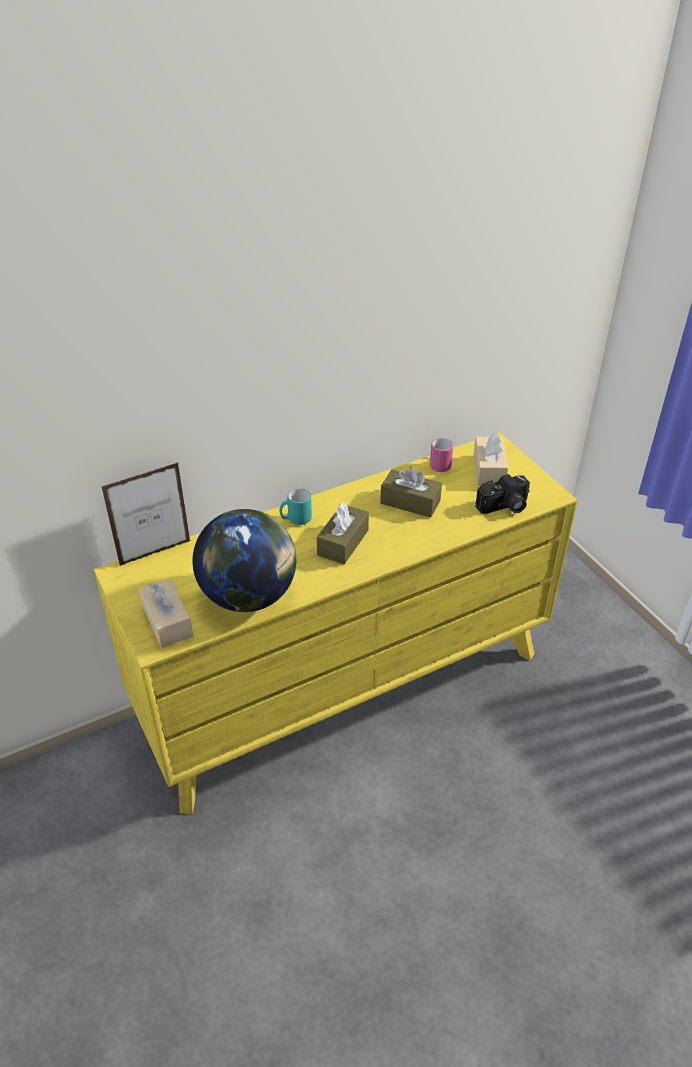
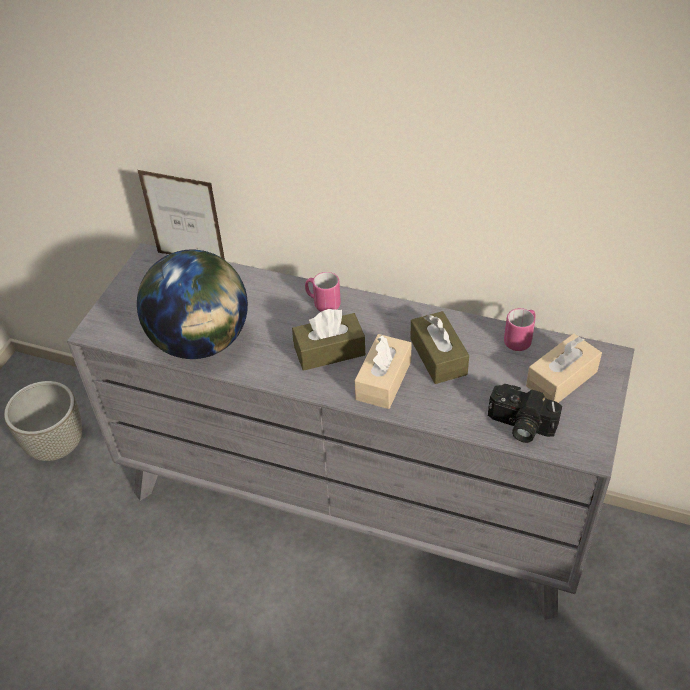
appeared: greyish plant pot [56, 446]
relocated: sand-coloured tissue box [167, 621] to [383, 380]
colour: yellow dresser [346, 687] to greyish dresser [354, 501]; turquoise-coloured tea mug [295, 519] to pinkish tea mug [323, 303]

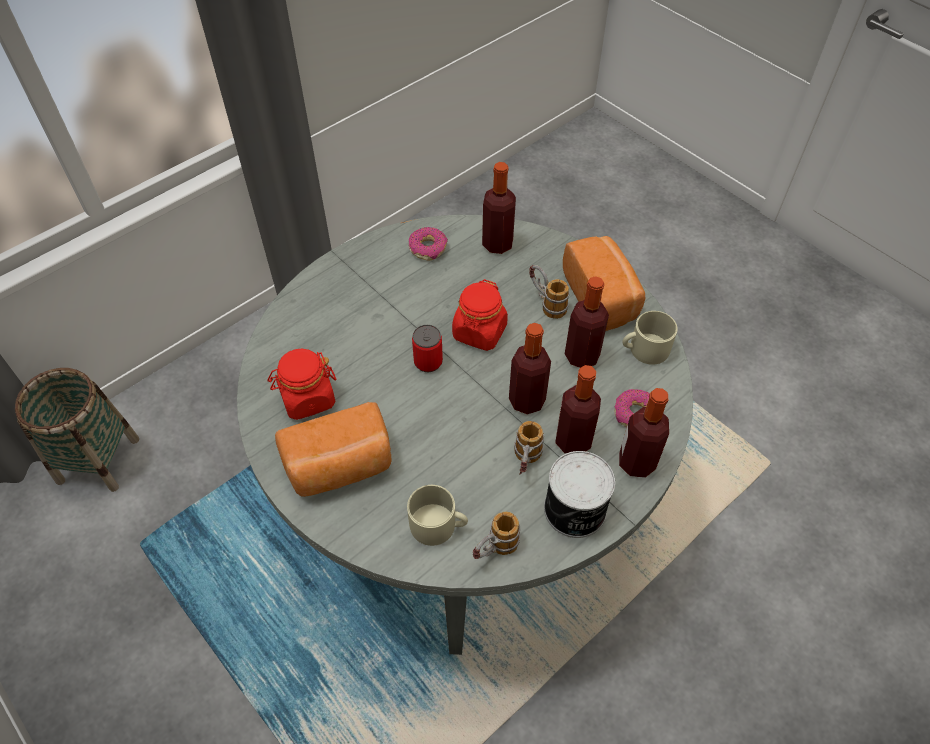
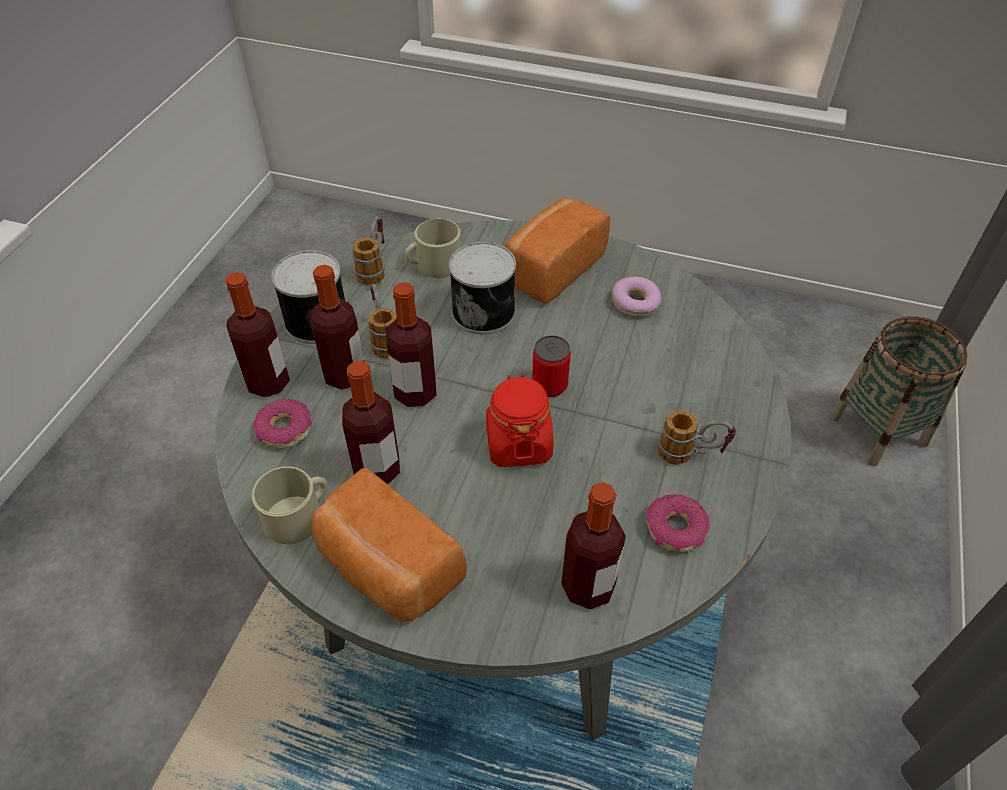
appeared: can [484, 311]
relocated: tea mug [546, 303] to [691, 455]
exchanged: reddish jar [307, 398] to doughnut [635, 303]

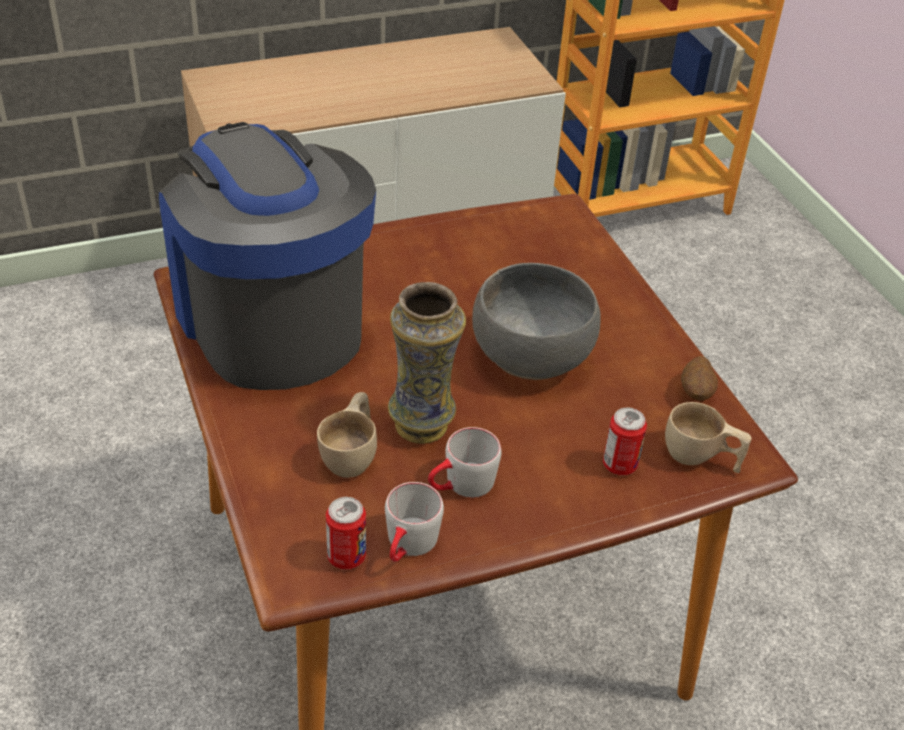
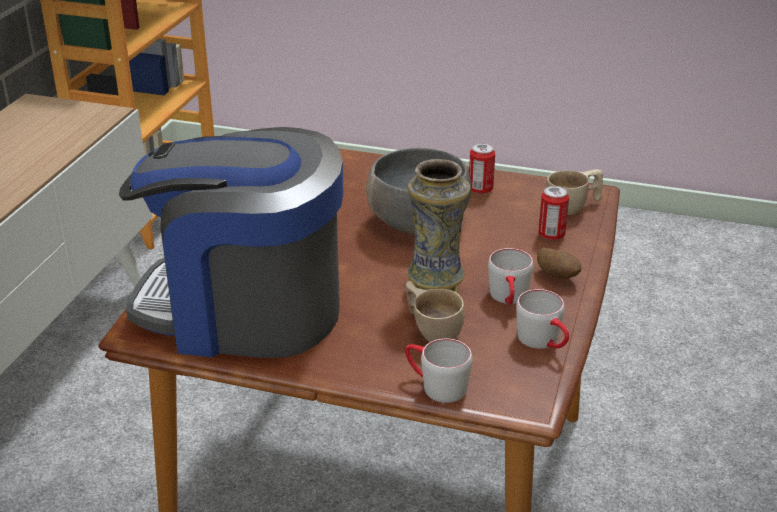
appeared: greyish tea mug [435, 385]
relocated: whole potato [696, 393] to [557, 276]; can [346, 557] to [480, 190]

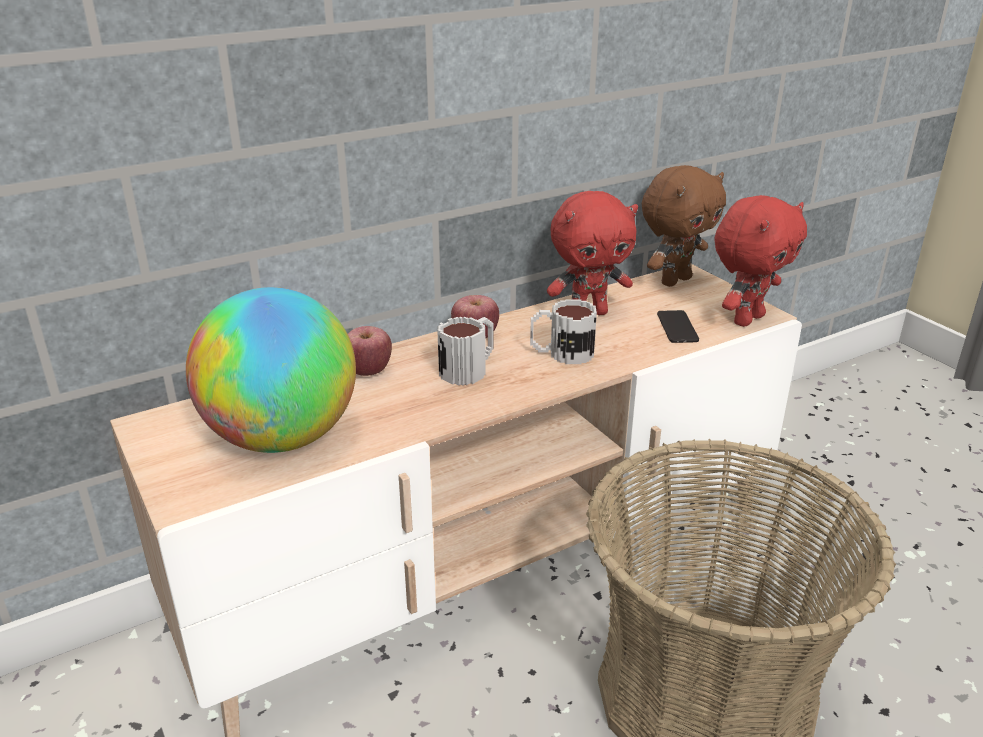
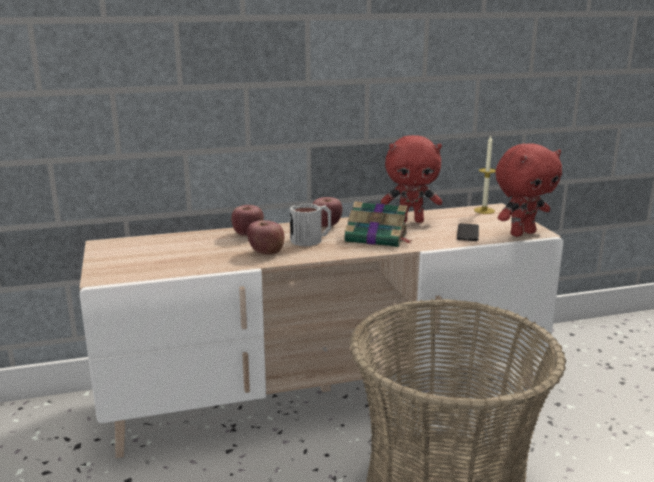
missing: globe [281, 437]
appeared: apple fruit [266, 252]
exchanged: brown-coloured soft toy [674, 280] to candle [484, 210]; tea mug [561, 353] to volume [377, 238]

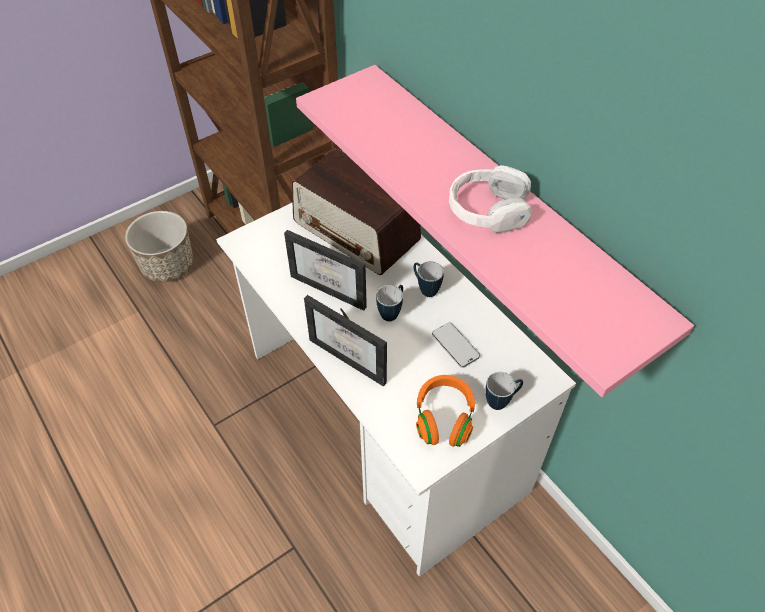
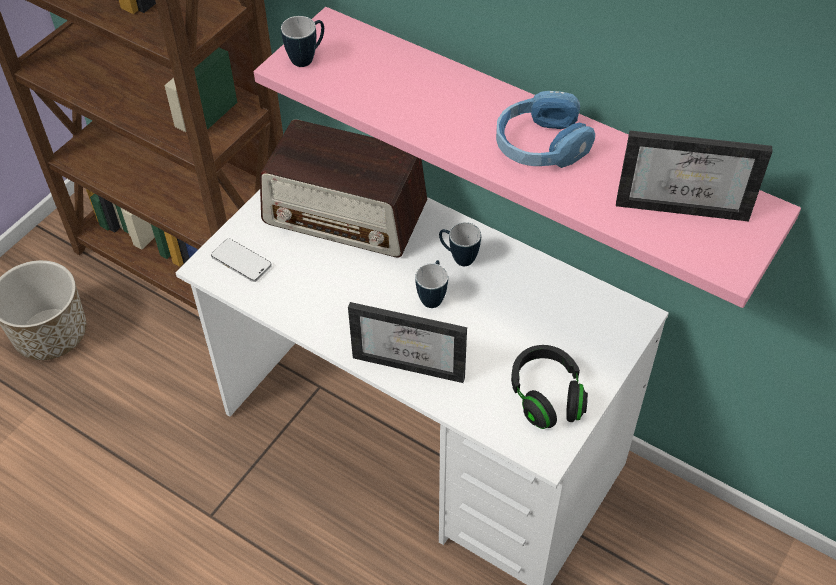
relocated: standing frame [334, 286] to [684, 201]; handset [455, 346] to [241, 261]; tea mug [501, 401] to [307, 58]
colour: whitish headset [488, 210] to blue-coloured headset [541, 145]; orangey headset [444, 418] to black-coloured headset [547, 396]

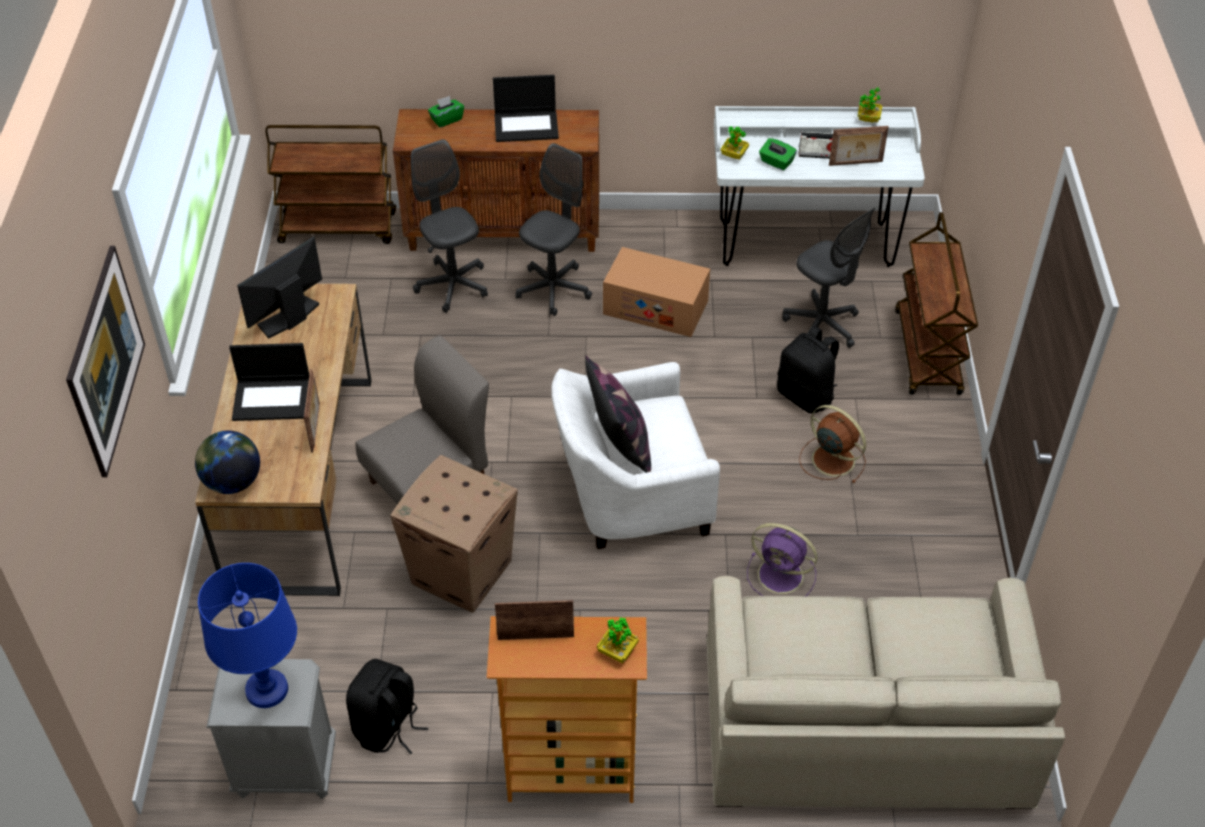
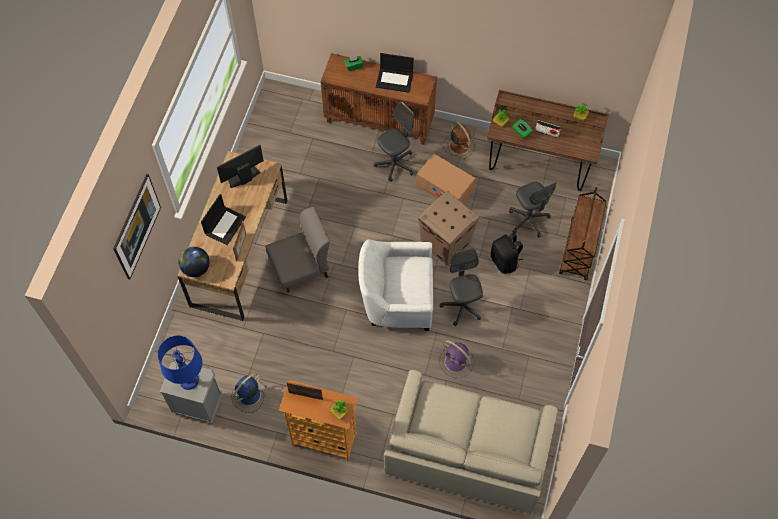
missing: brown-coloured cart [339, 227]; standing frame [856, 164]; pillow [621, 444]
relocated: greyish desk chair [452, 285] to [462, 306]; brown-coloured electric fan [831, 459] to [458, 145]; packing box [462, 572] to [446, 243]
exchanged: black-coloured backpack [388, 728] to blue-coloured electric fan [248, 395]
colour: whitish desk table [805, 244] to brown-coloured desk table [538, 165]
spun: notebook computer [273, 399] = [225, 225] 75 degrees counterclockwise

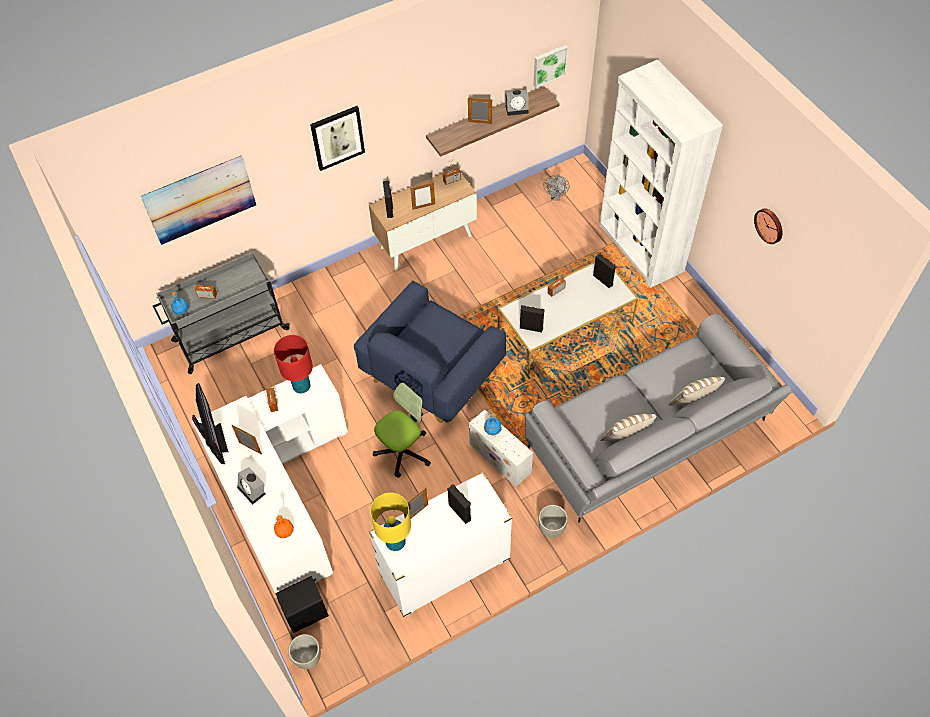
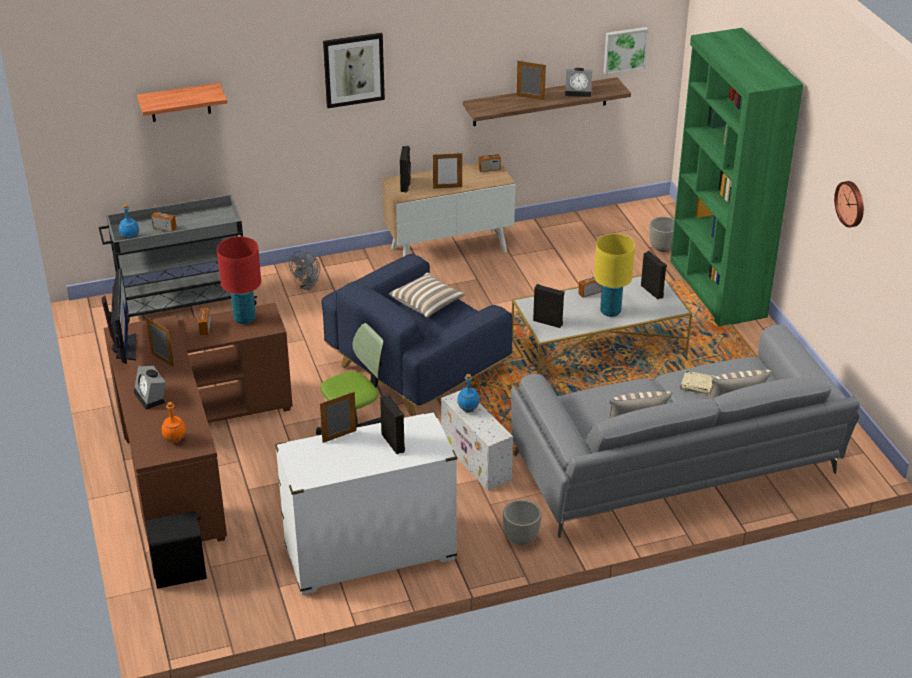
appeared: pillow [427, 303]; sand-coloured volume [700, 386]
relocated: greyish electric fan [555, 197] to [308, 286]; yellow lamp for a table [395, 542] to [610, 312]; greyish plant pot [308, 657] to [662, 247]
exchanged: picture [200, 199] to shelf [180, 102]
colour: whitish bookshelf [640, 248] to green bookshelf [716, 289]; whitish desk table [280, 494] to brown-coloured desk table [189, 454]

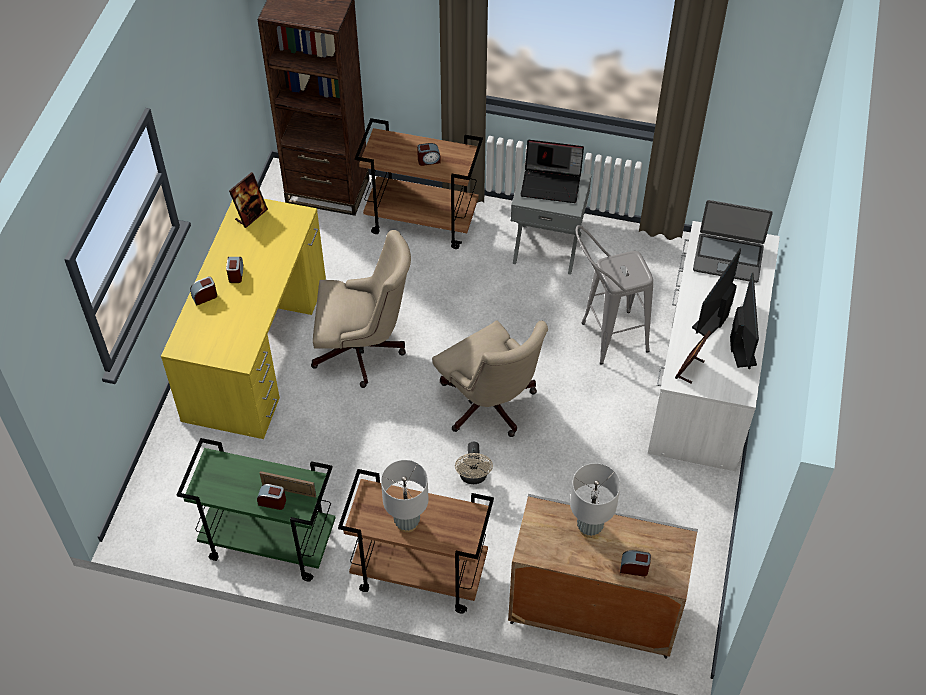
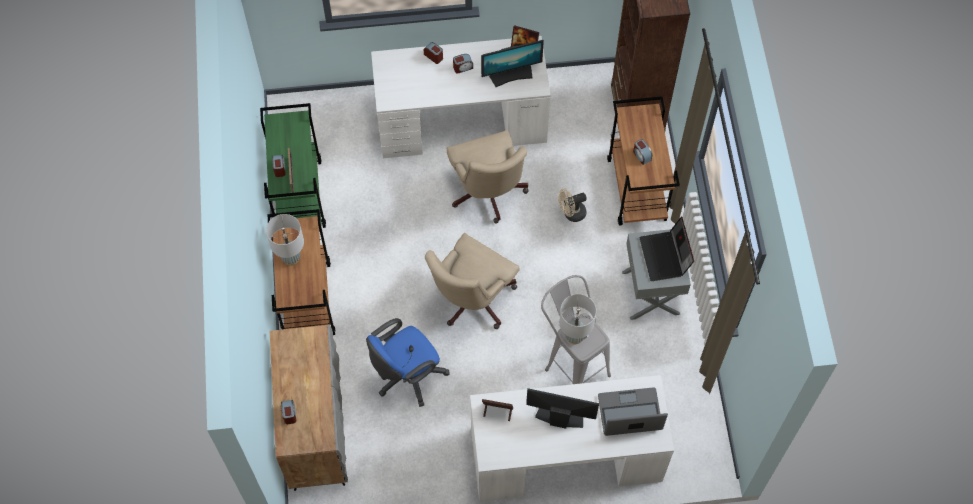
appeared: blue-coloured desk chair [407, 376]
relocated: computer display [742, 345] to [511, 75]; sand-coloured electric fan [473, 477] to [571, 214]; greyish lamp for a table [589, 528] to [574, 336]
colour: yellow desk table [257, 347] to whitish desk table [462, 122]
spun: notebook computer [728, 257] = [630, 413] 90 degrees clockwise

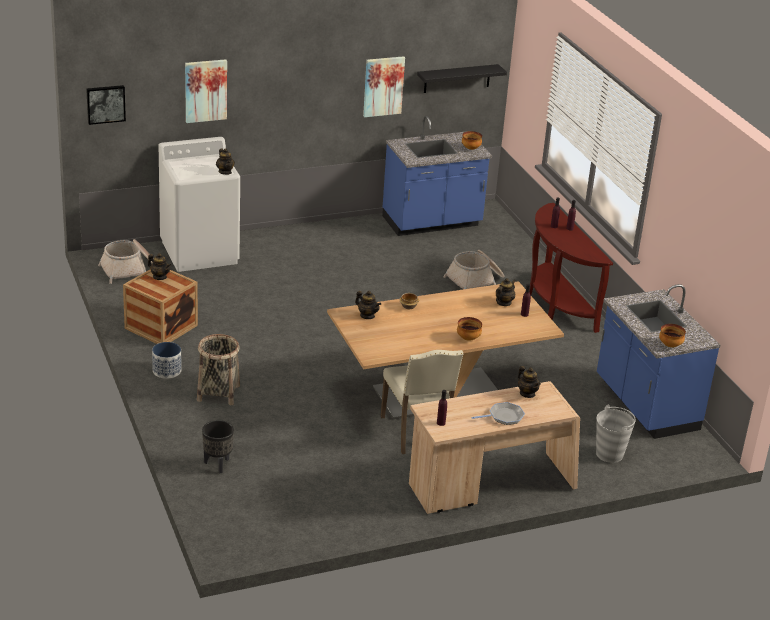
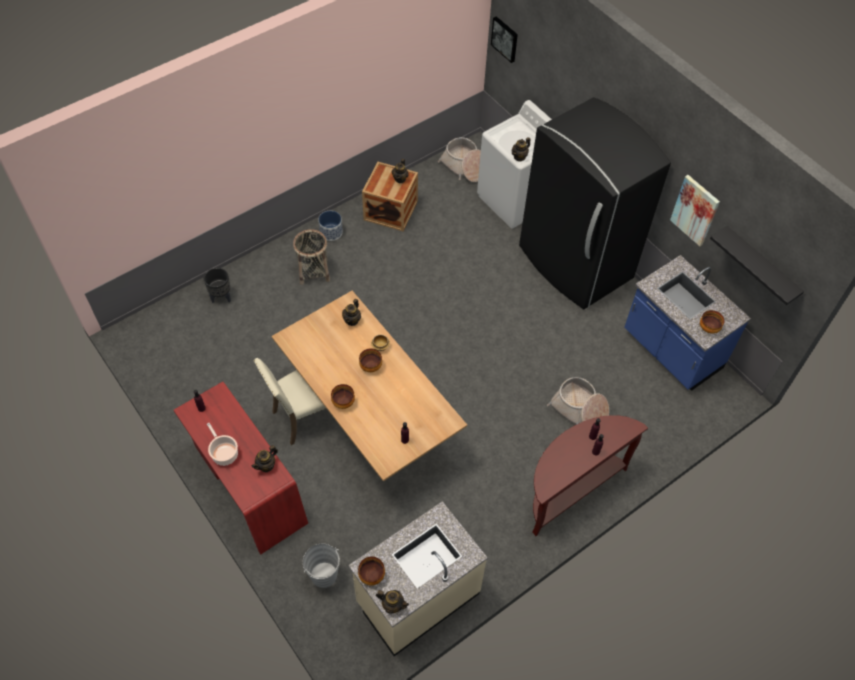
missing: picture [205, 90]
appeared: black-coloured kitchen fridge [574, 263]; bowl [371, 366]
relocated: pot for tea [503, 303] to [392, 605]
exchanged: pan [504, 417] to saucepot [224, 453]
colour: blue-coloured counter [645, 405] to sand-coloured counter [417, 597]; sand-coloured desk table [490, 486] to reddish desk table [247, 485]

